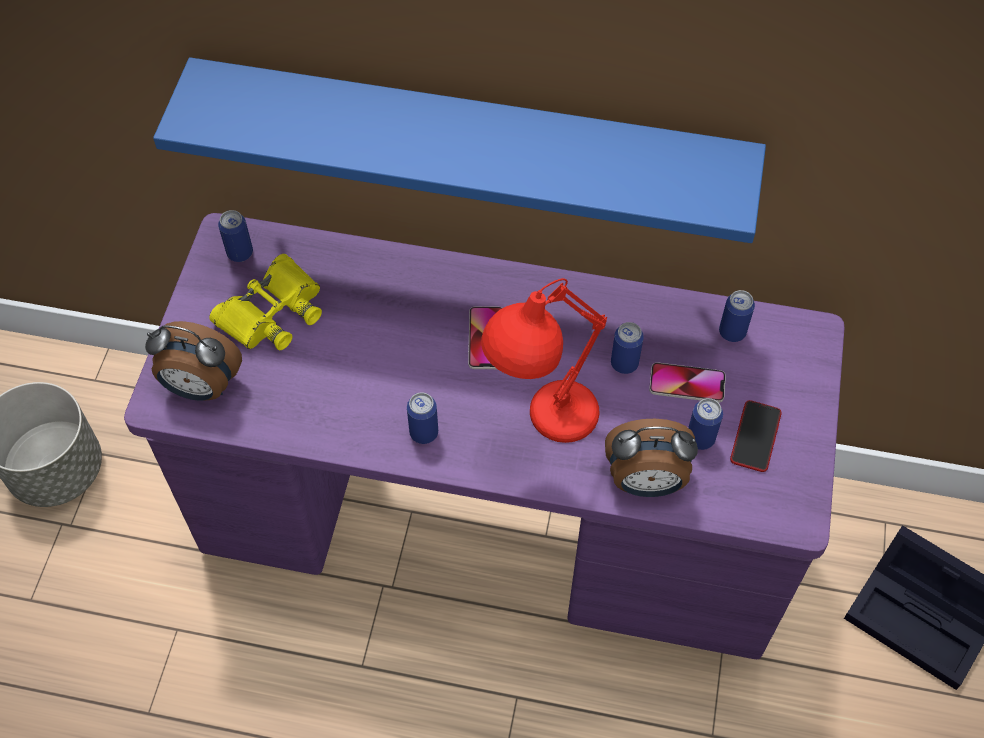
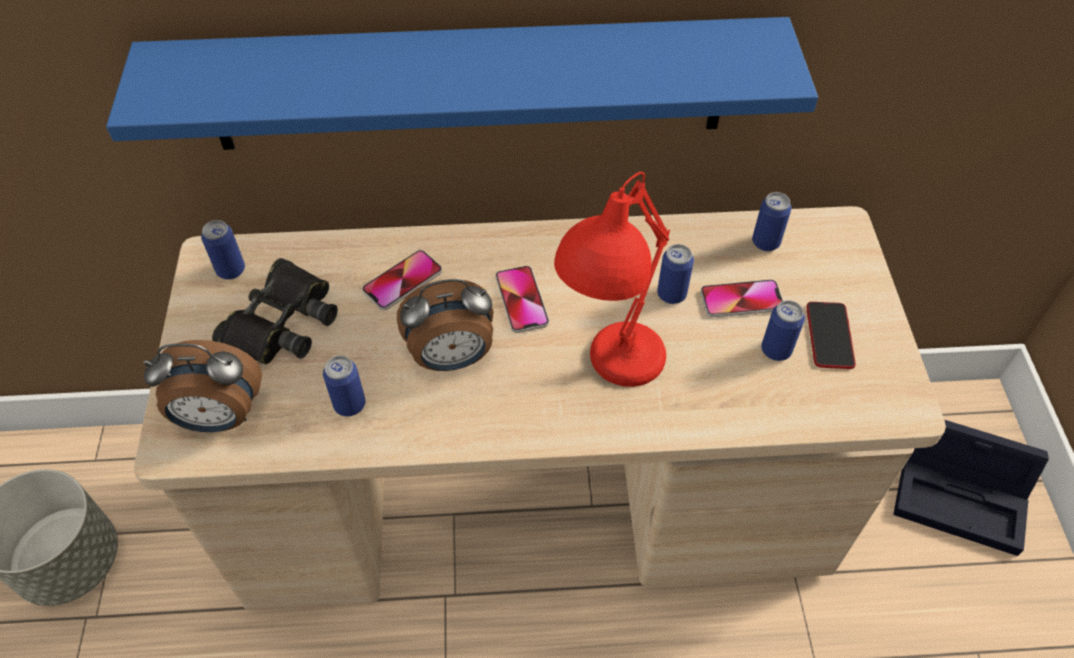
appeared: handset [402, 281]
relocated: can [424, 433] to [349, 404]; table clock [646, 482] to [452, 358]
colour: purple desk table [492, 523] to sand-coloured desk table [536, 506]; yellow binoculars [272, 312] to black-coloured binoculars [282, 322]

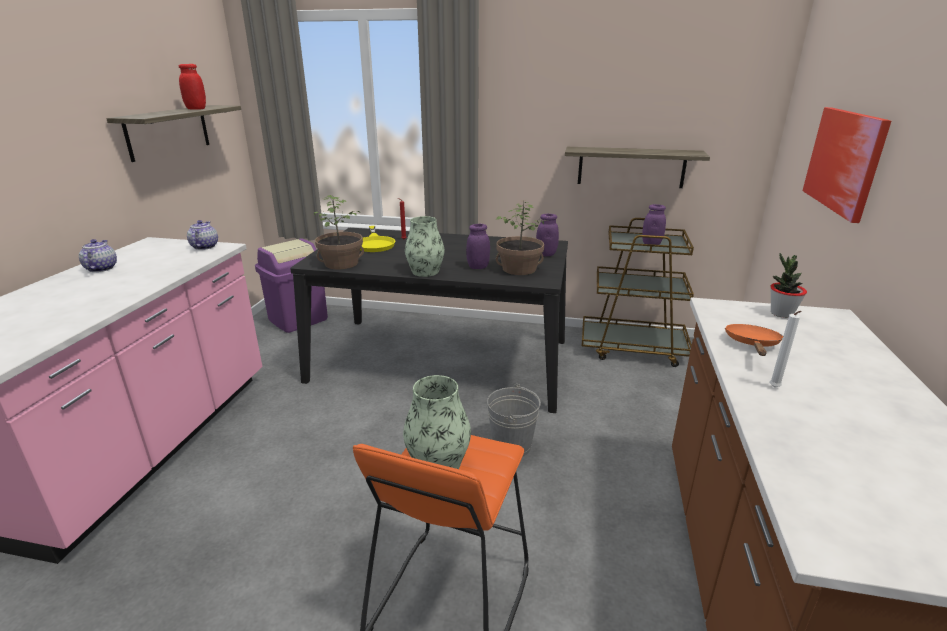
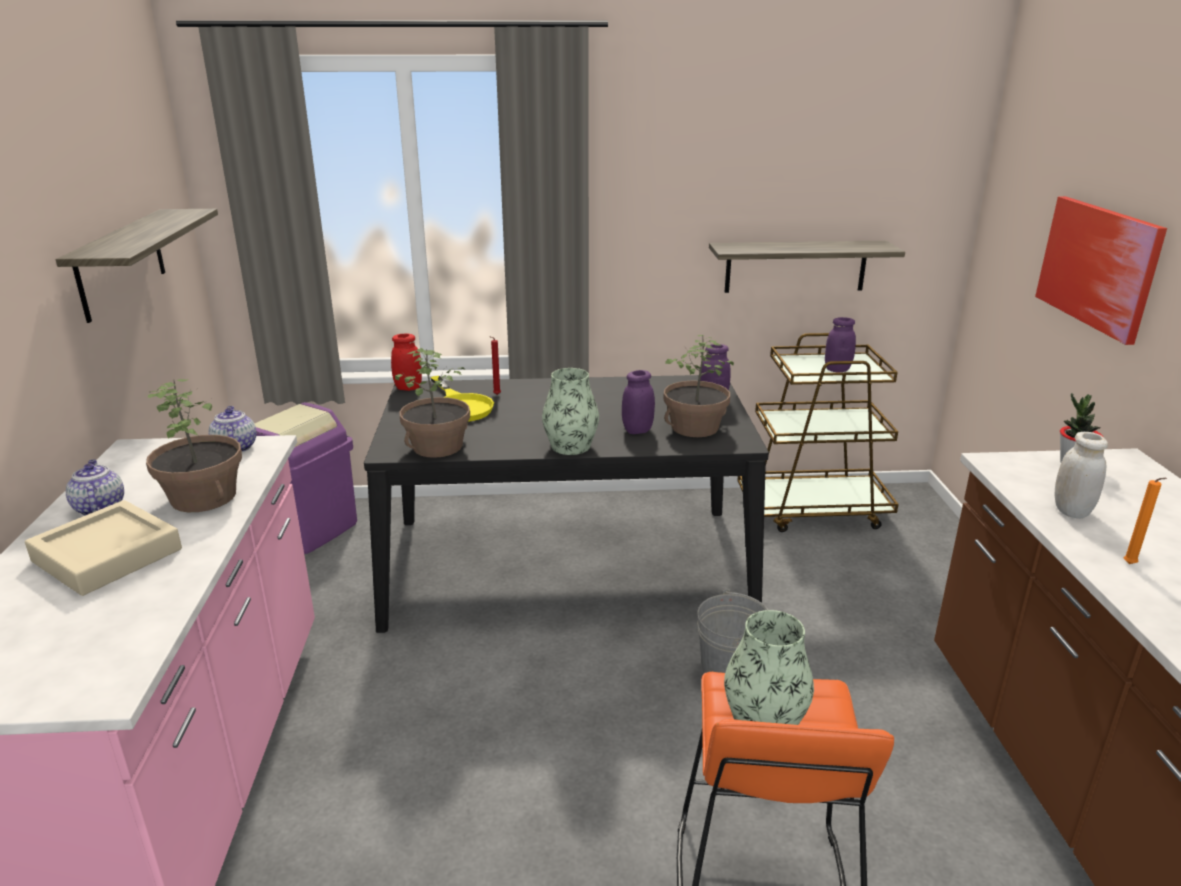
appeared: potted plant [204, 497]; sand-coloured tray [107, 555]
relocated: reddish jar [196, 109] to [408, 388]
exchanged: orangey pan [752, 344] to whitish jar [1071, 511]
colour: whitish candle [774, 388] to orangey candle [1130, 565]

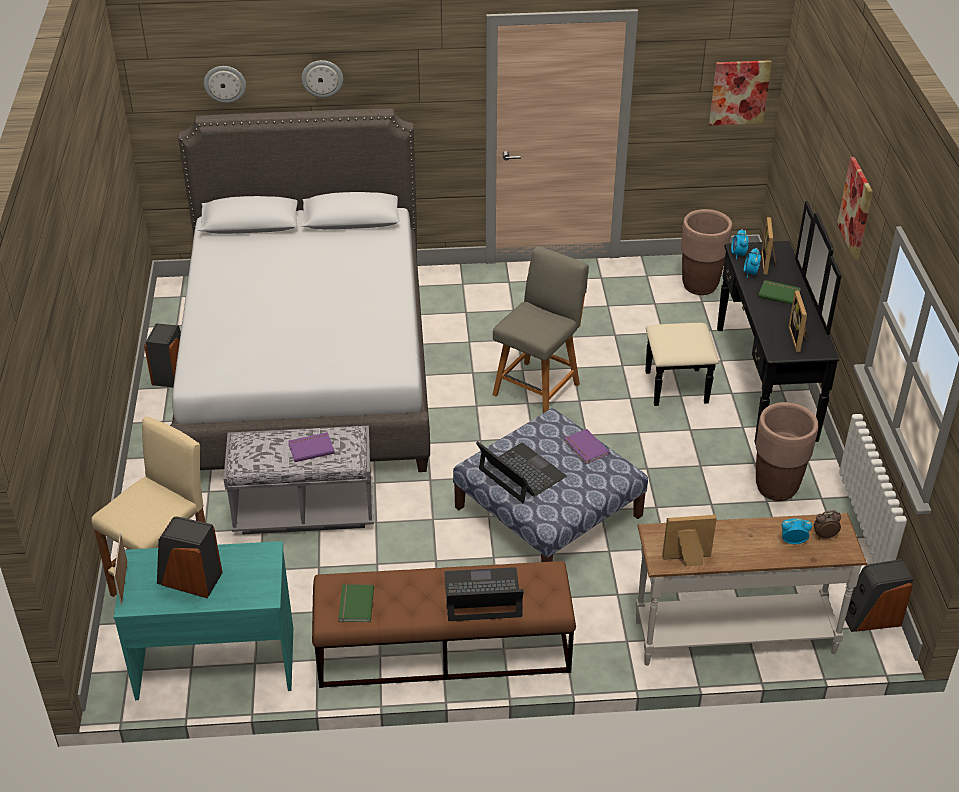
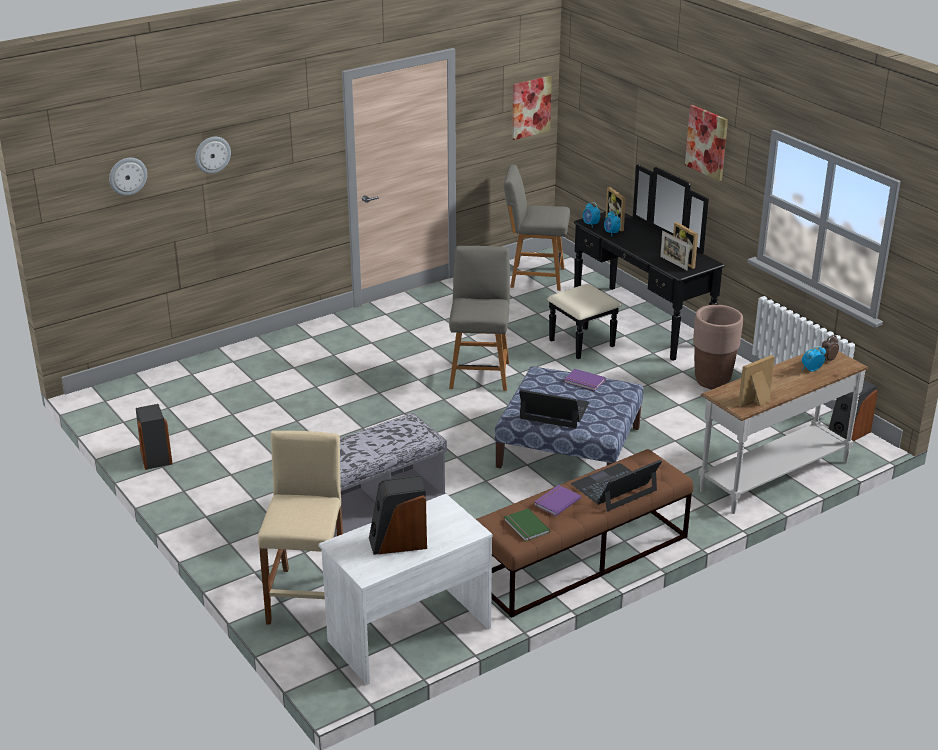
missing: greyish bedroom bed [307, 368]; green volume [779, 293]
relocated: purple volume [310, 448] to [556, 501]; standing frame [124, 582] to [673, 263]
exchanged: brown-coloured plant pot [700, 285] to greyish chair [534, 277]
colour: turquoise-coloured desk table [215, 661] to whitish desk table [408, 633]

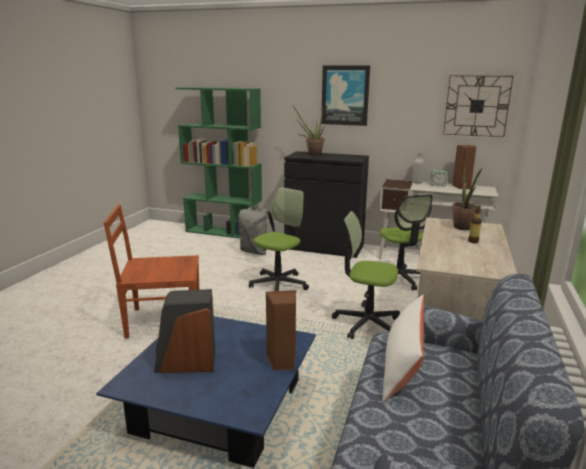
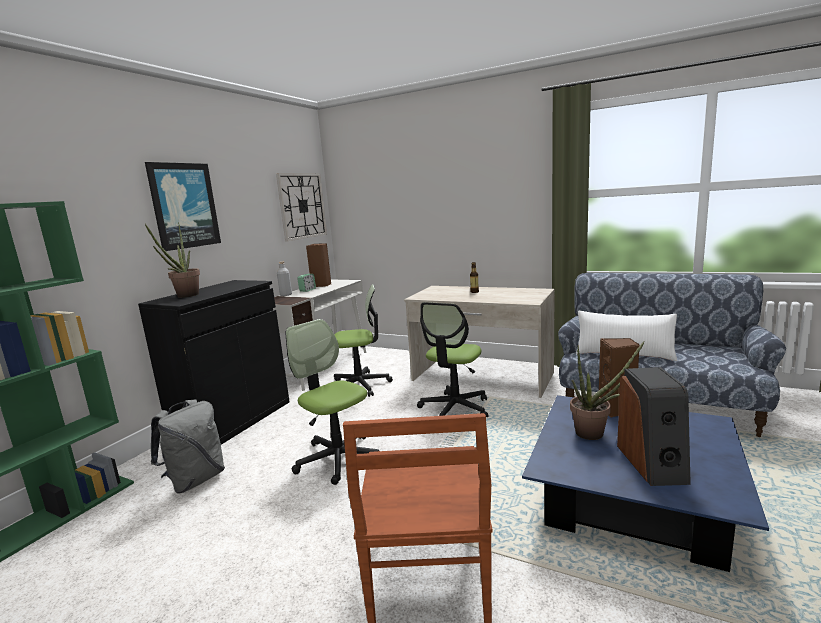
relocated: potted plant [464, 228] to [596, 433]

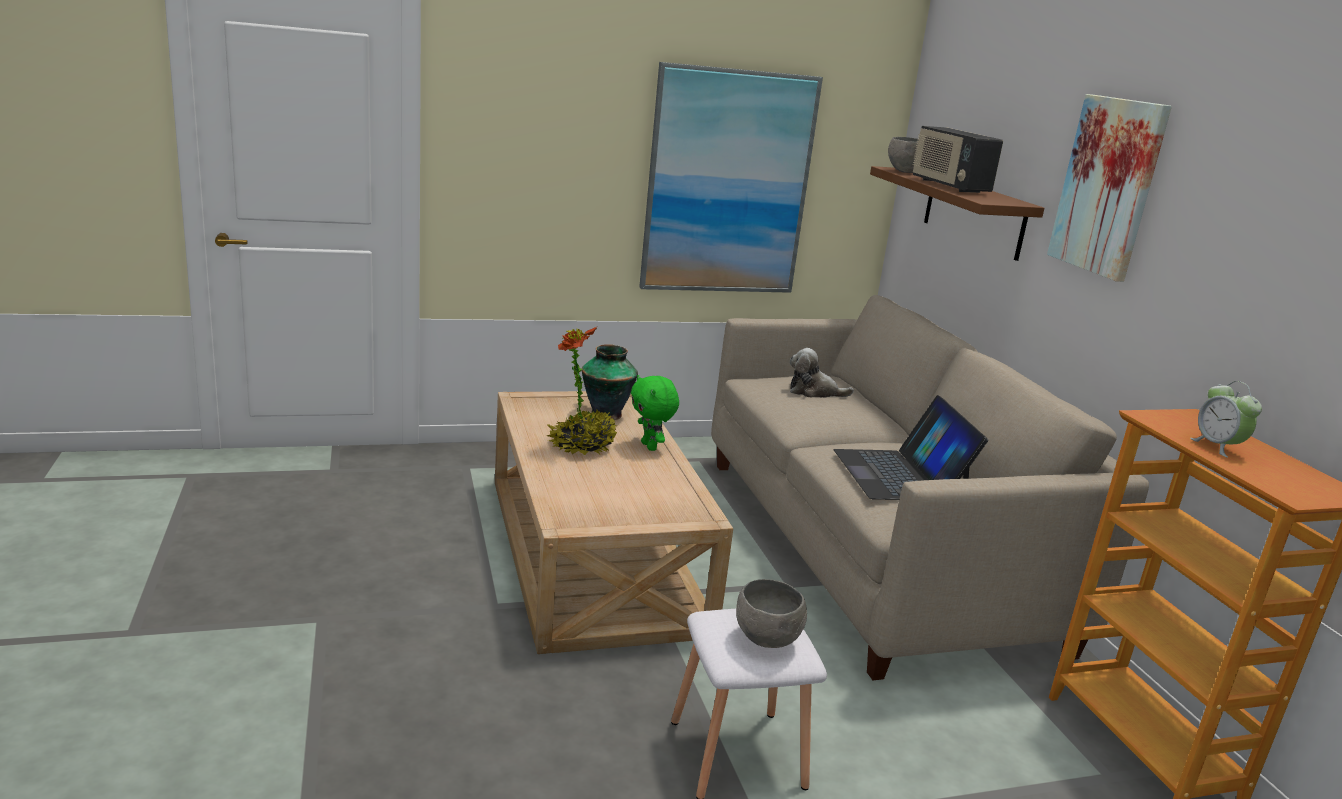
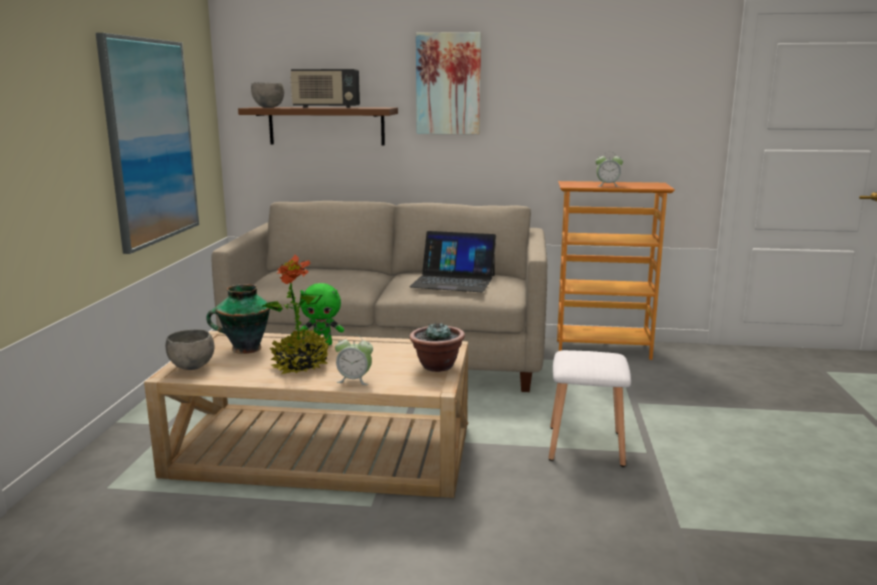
missing: soft toy [814, 392]
appeared: potted plant [436, 366]; table clock [354, 380]
relocated: greyish bowl [767, 640] to [192, 367]

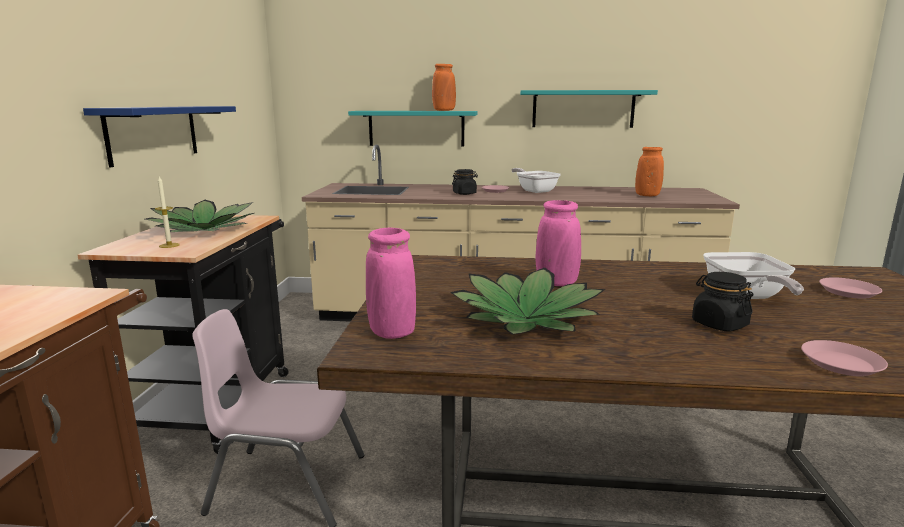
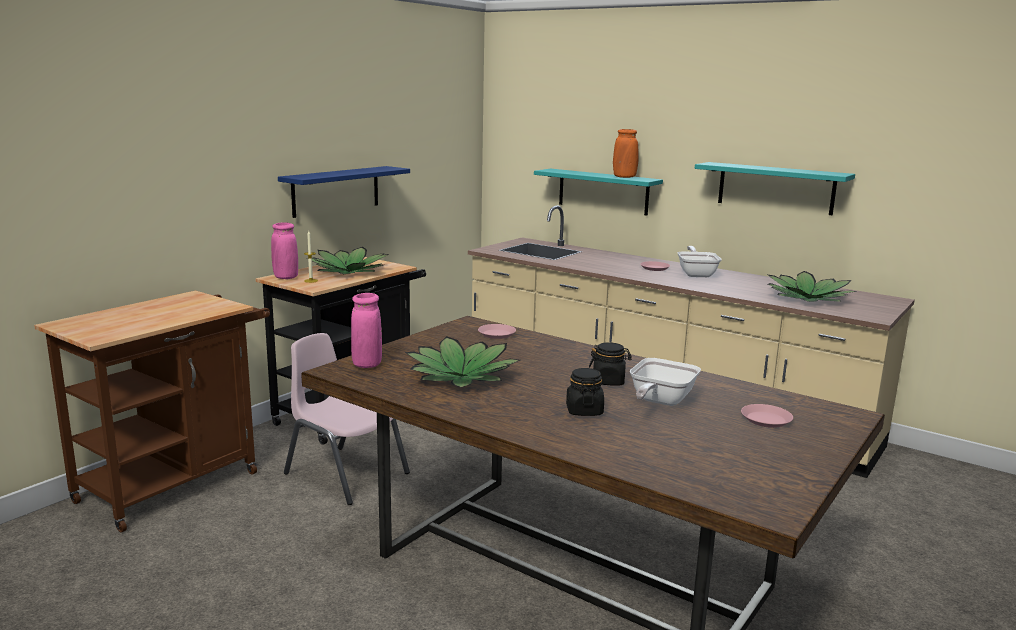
relocated: black-coloured jar [464, 193] to [608, 381]; pinkish flower vase [556, 283] to [286, 277]; pinkish plate [840, 363] to [496, 334]
exchanged: orangey flower vase [647, 195] to potted plant [808, 298]

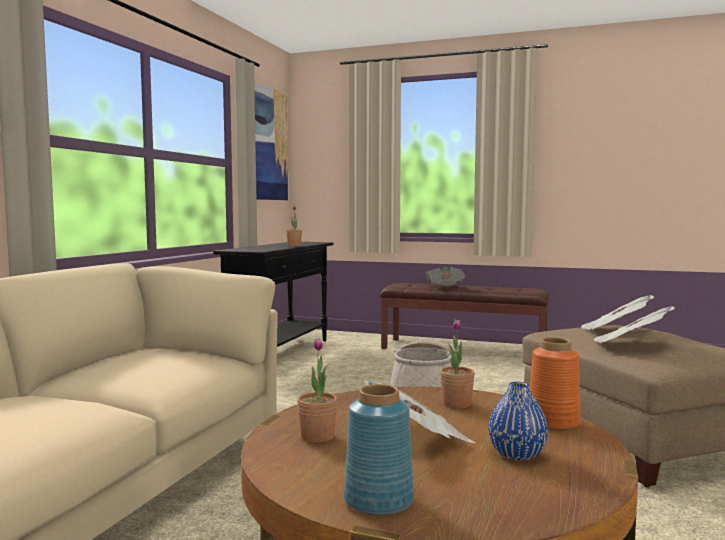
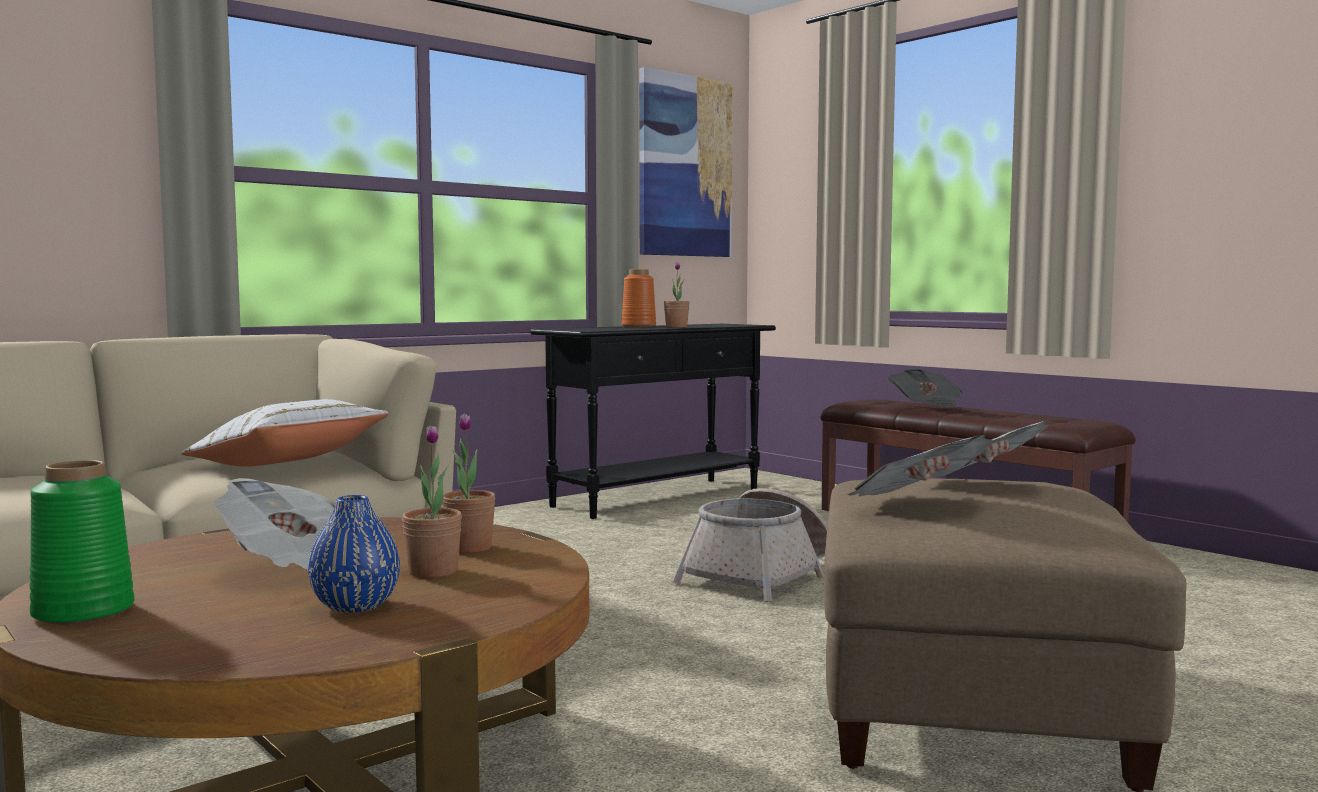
appeared: whitish pillow [288, 464]
relocated: orangey flower vase [553, 423] to [638, 326]; potted plant [317, 437] to [433, 571]
colour: blue-coloured flower vase [377, 501] to green flower vase [83, 612]

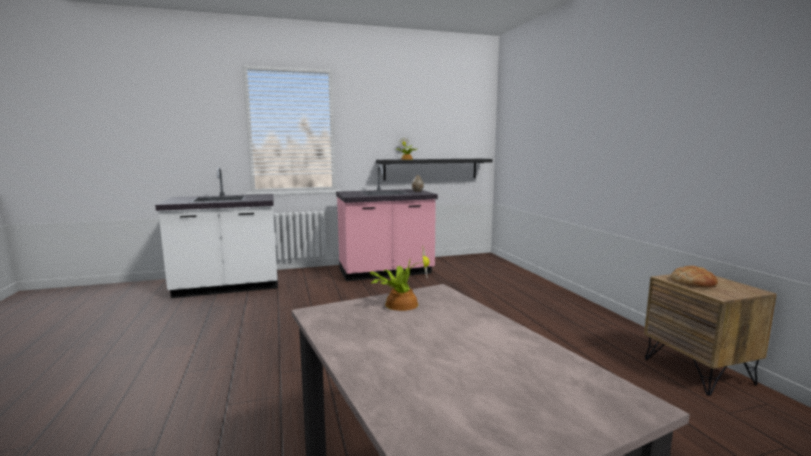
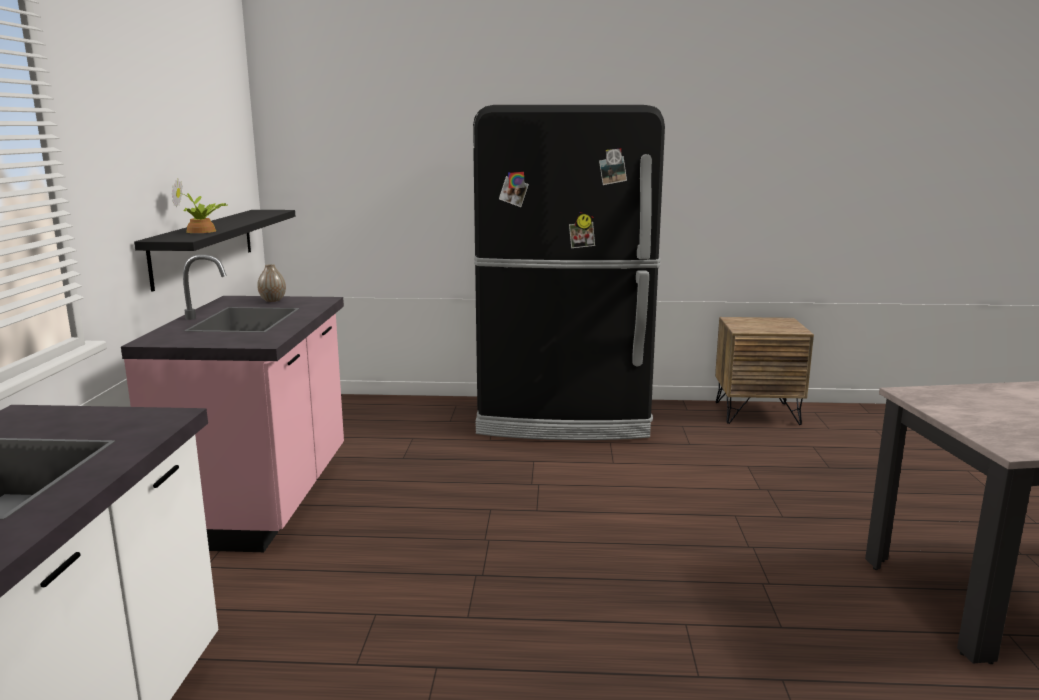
missing: potted plant [400, 304]; bakery bread [693, 282]
appeared: black-coloured kitchen fridge [563, 418]

